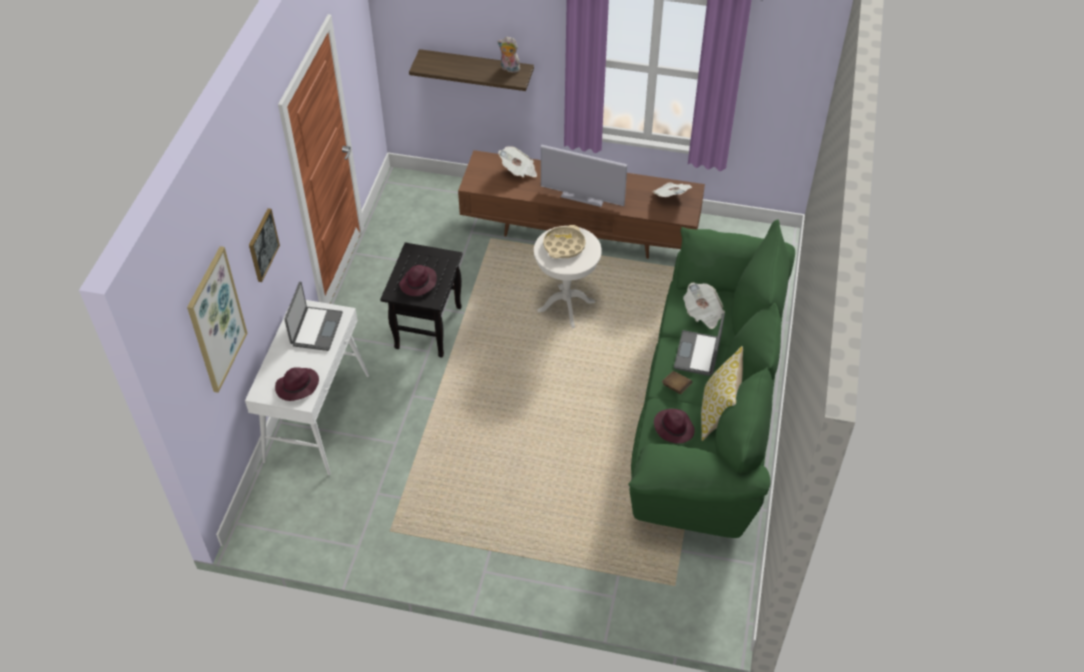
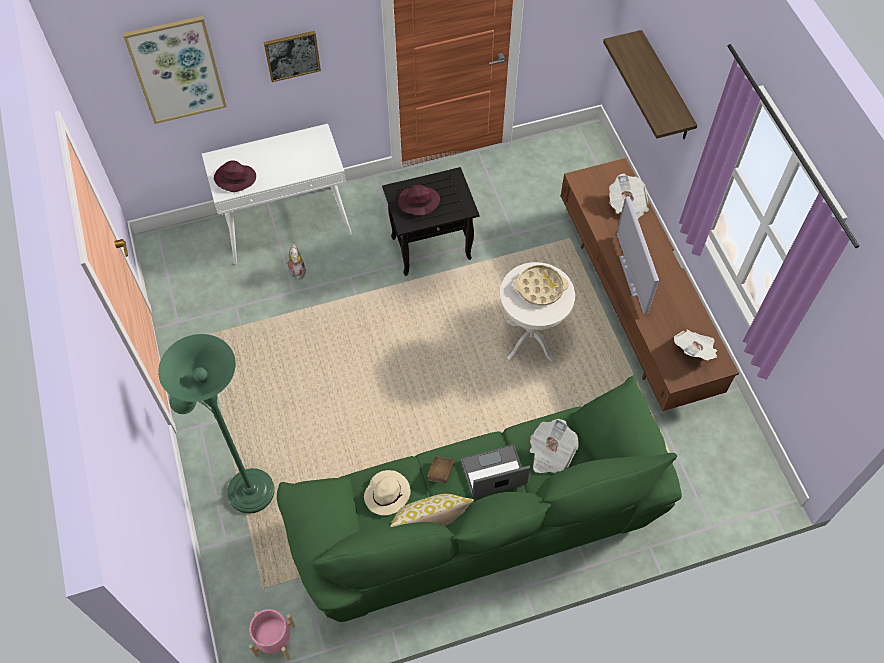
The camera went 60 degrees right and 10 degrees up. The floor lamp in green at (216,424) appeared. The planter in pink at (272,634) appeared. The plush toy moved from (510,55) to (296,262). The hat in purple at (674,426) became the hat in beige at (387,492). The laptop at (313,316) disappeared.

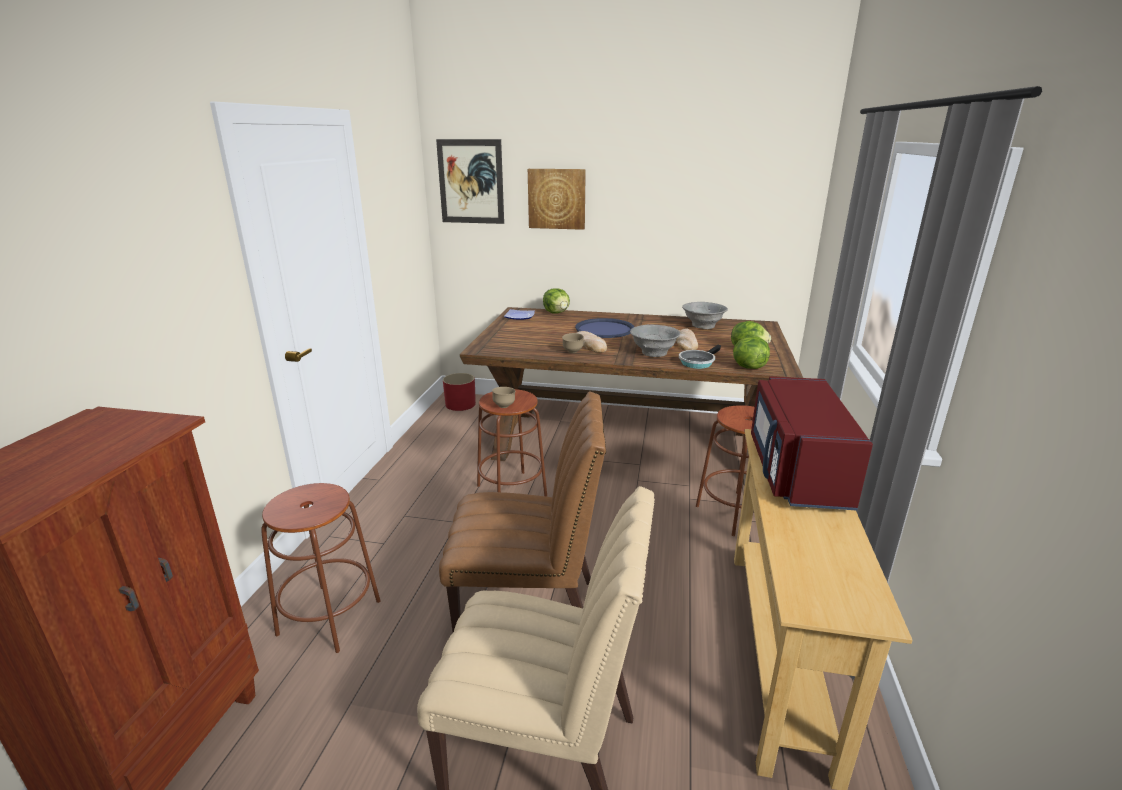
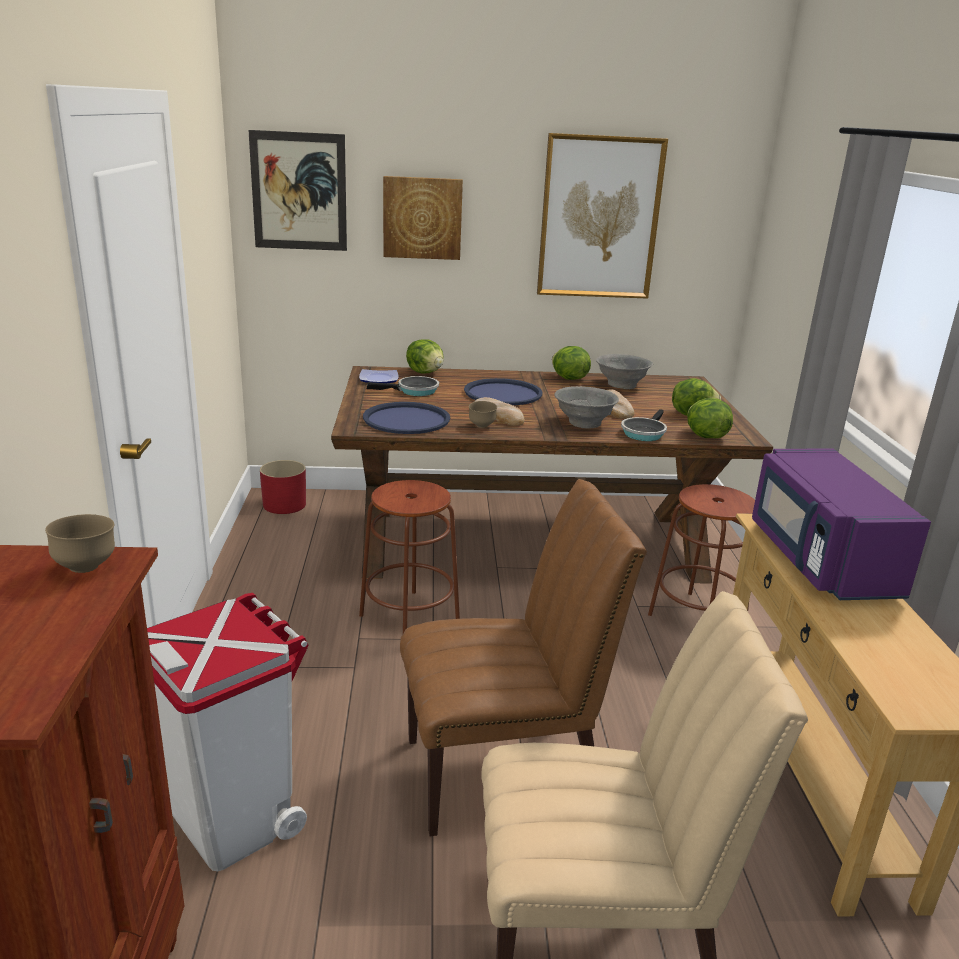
The camera went 15 degrees left and 0 degrees up. The bowl in brown moved from (503,397) to (80,543). The stool in brown at (320,568) was replaced by the trash can in white at (228,732). The tray in blue at (406,418) appeared. The frying pan at (403,386) appeared. The picture at (602,216) appeared. The lettuce at (571,363) appeared. The microwave in red at (812,444) became the microwave in purple at (841,524).

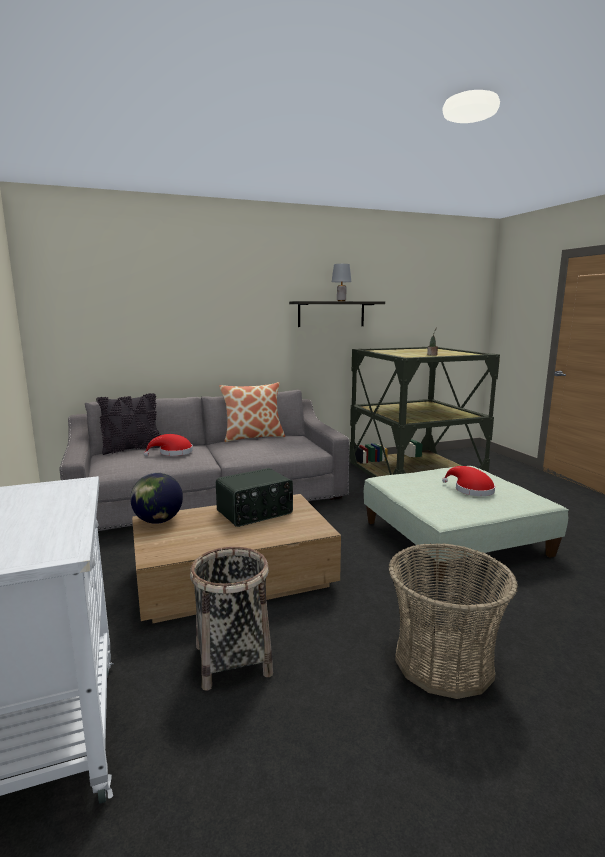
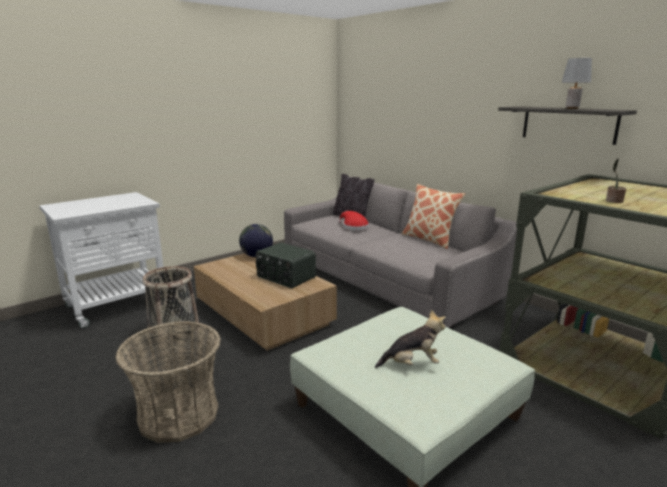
The camera went 70 degrees right and 5 degrees up. The hat in red at (468,481) was replaced by the plush toy at (410,338).

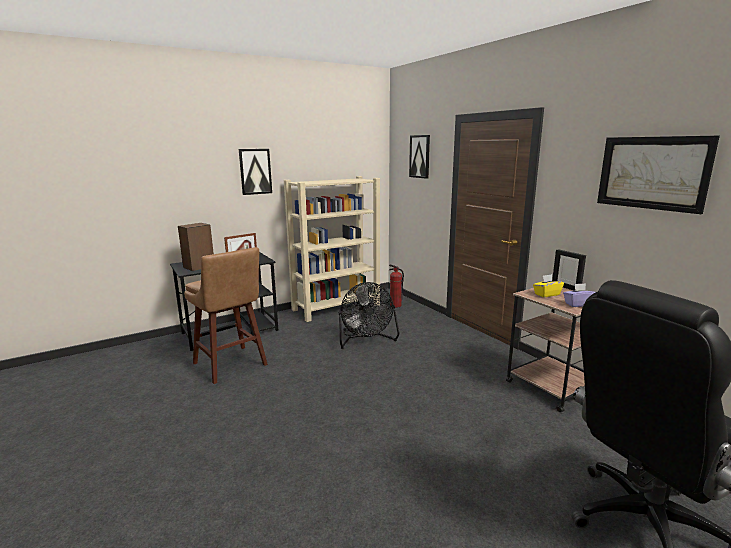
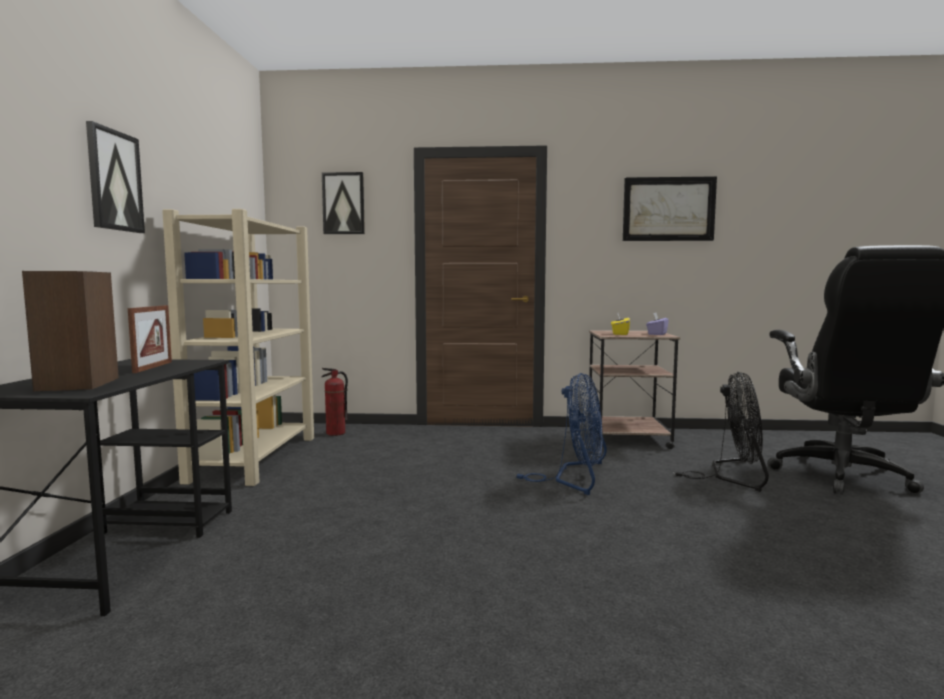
The camera went 55 degrees left and 10 degrees down. The fan in blue at (561,434) appeared. The fan in black moved from (368,315) to (721,432). The stool in brown at (226,315) disappeared. The picture frame at (569,270) disappeared.

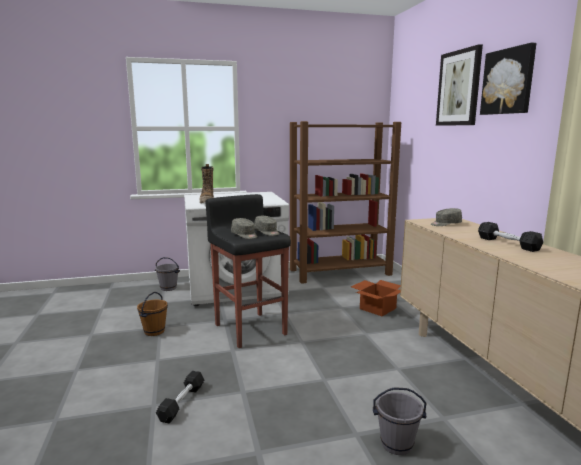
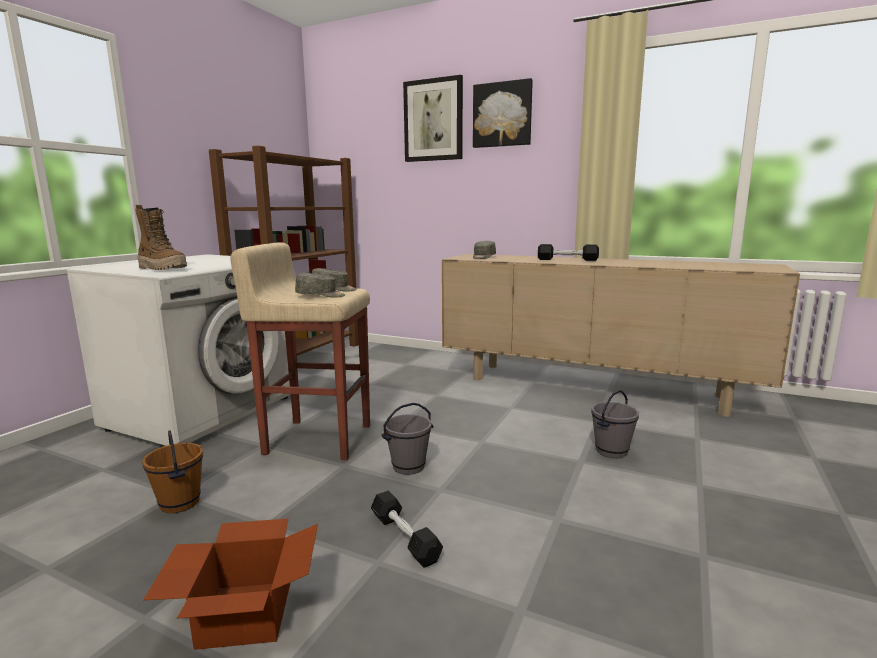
The camera went 50 degrees left and 0 degrees up. The cardboard box moved from (376,298) to (230,584). The stool in black at (248,271) became the stool in beige at (300,351). The bucket in grey moved from (167,274) to (407,439).

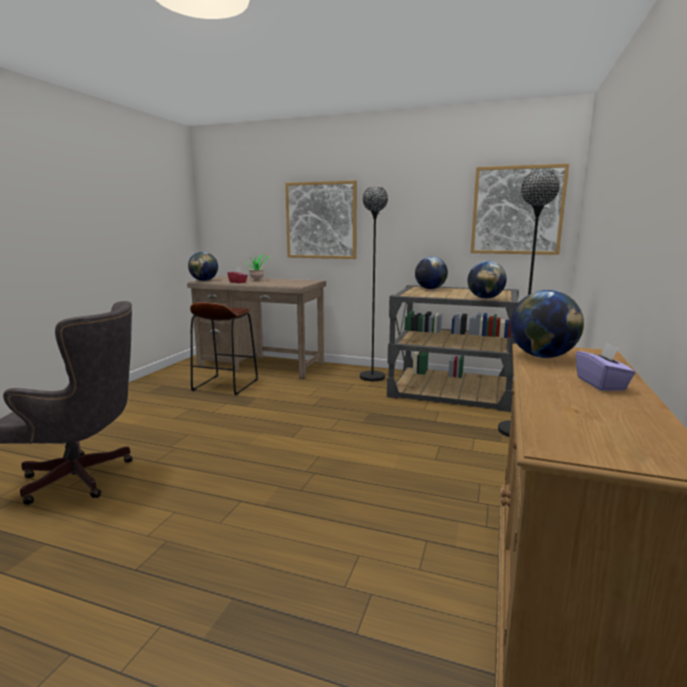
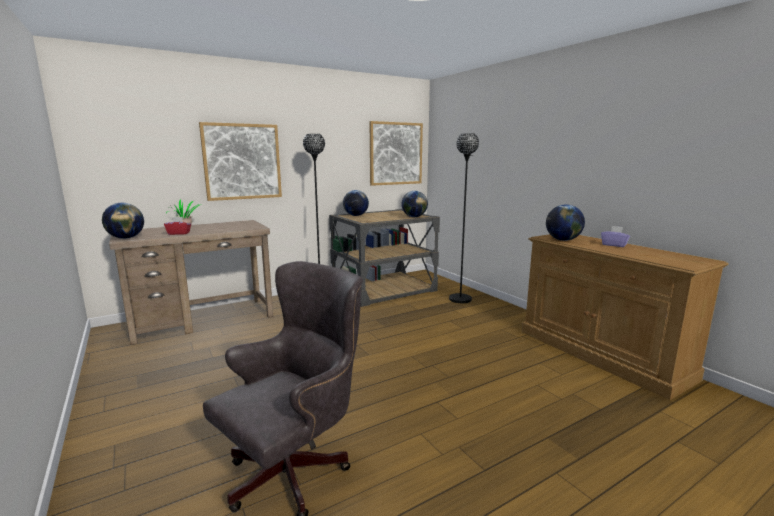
The camera went 50 degrees left and 0 degrees up. The stool in brown at (224,348) disappeared.

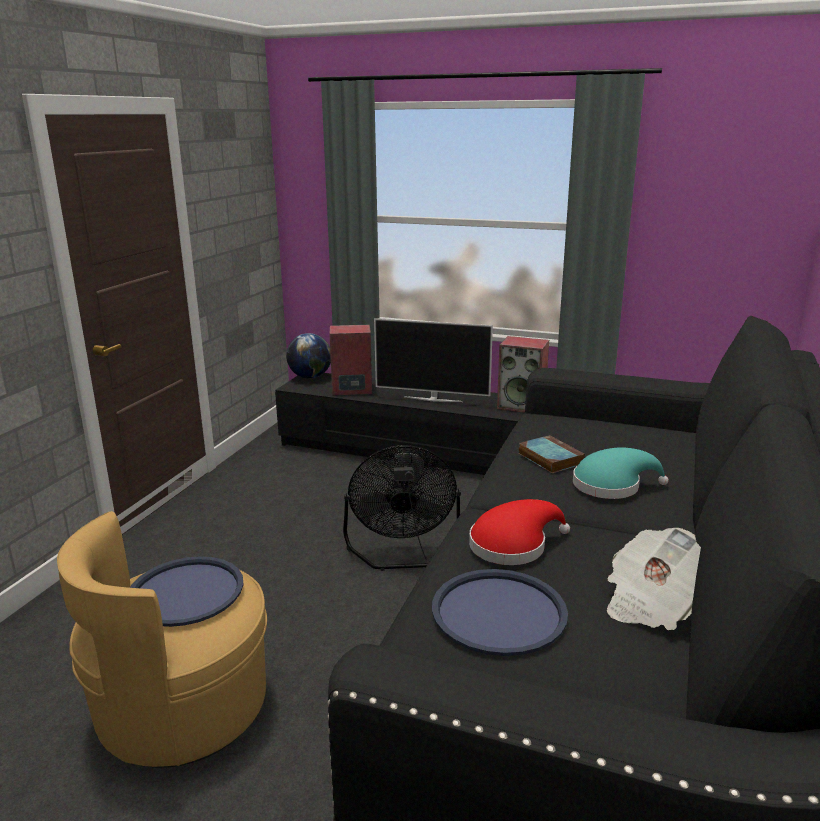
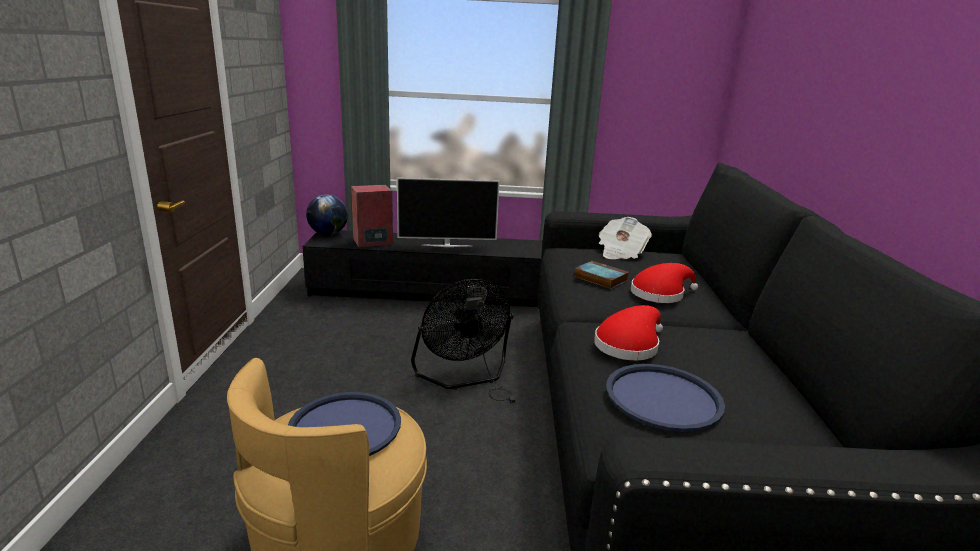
The camera went 20 degrees left and 0 degrees up. The newspaper moved from (654,579) to (625,238). The hat in turquoise at (621,473) became the hat in red at (664,283). The speaker at (523,374) disappeared.

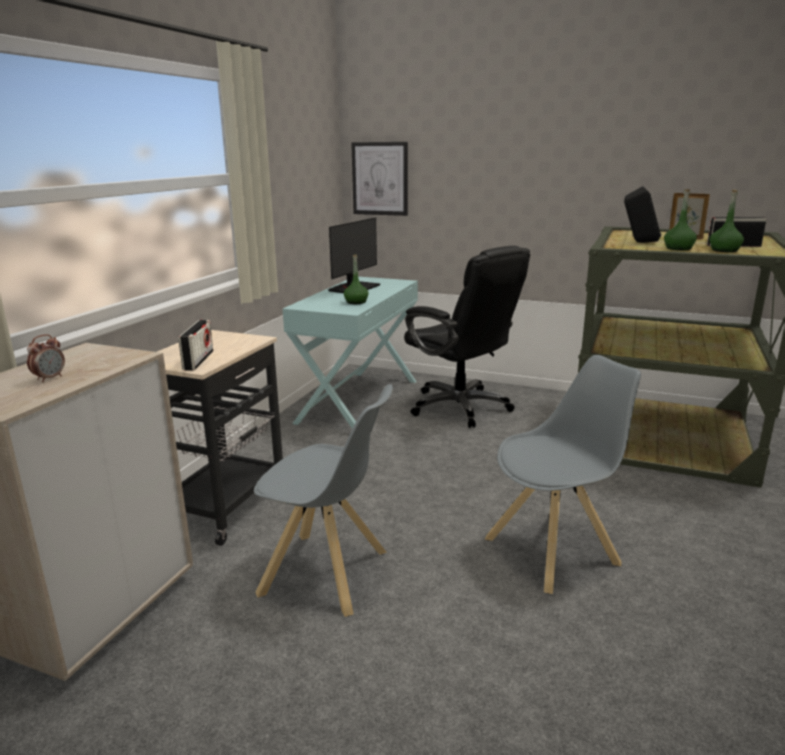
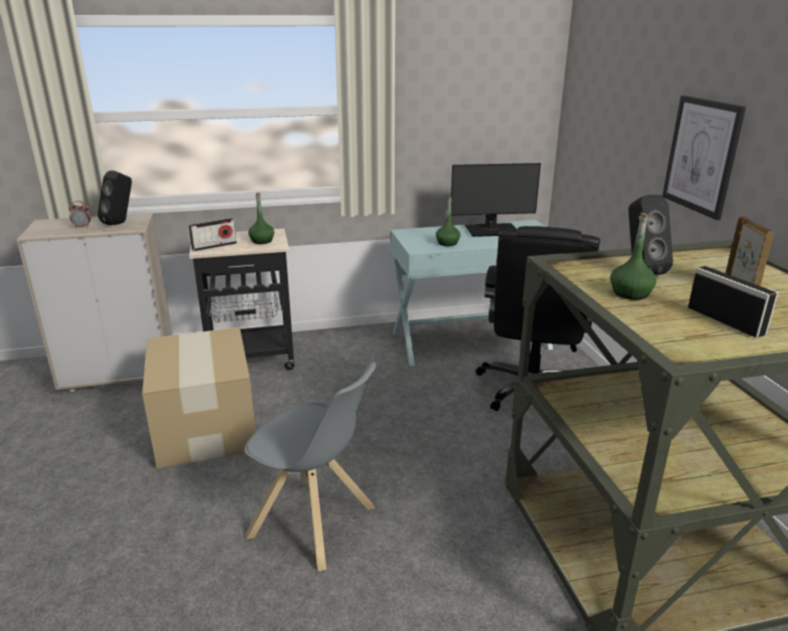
The camera went 55 degrees right and 5 degrees up. The speaker in black at (115,197) appeared. The chair in grey at (323,500) was replaced by the cardboard box at (199,397). The bottle in green moved from (726,221) to (261,218). The picture moved from (379,179) to (704,158).

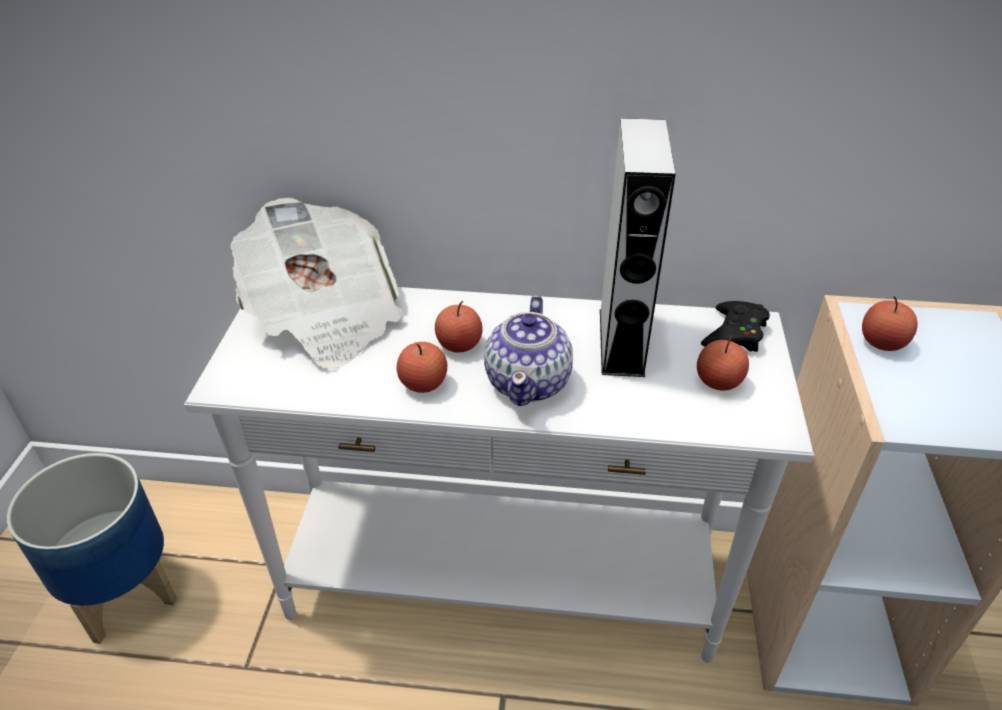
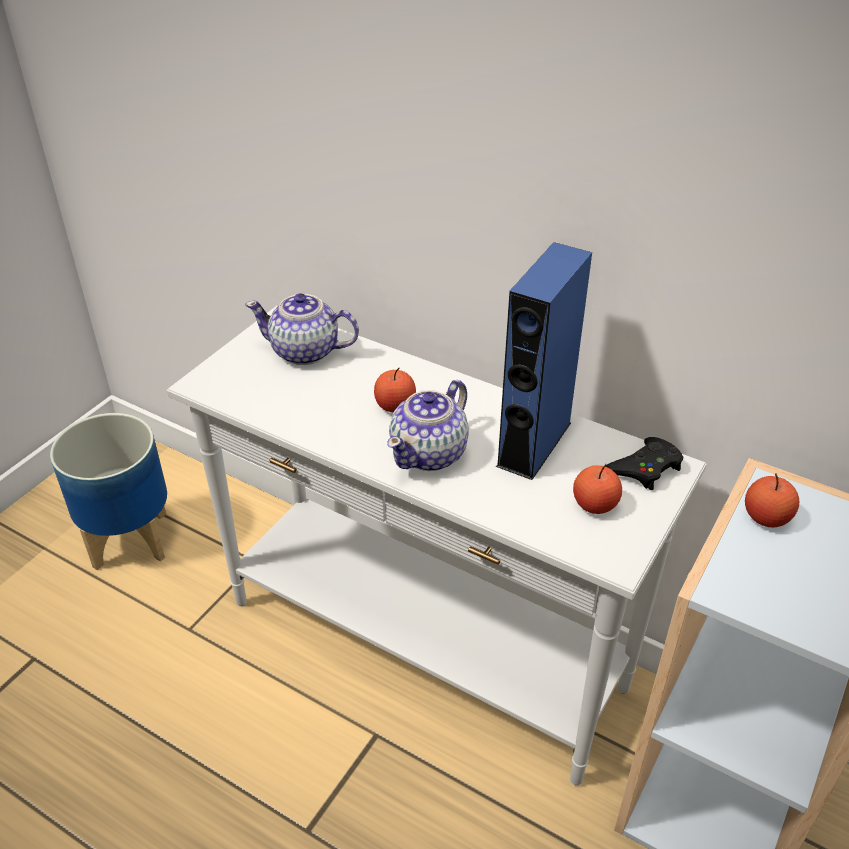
The camera went 25 degrees right and 0 degrees up. The newspaper at (316,283) was replaced by the teapot at (302,329). The speaker in grey at (638,247) became the speaker in blue at (544,361). The apple at (422,367) disappeared.

